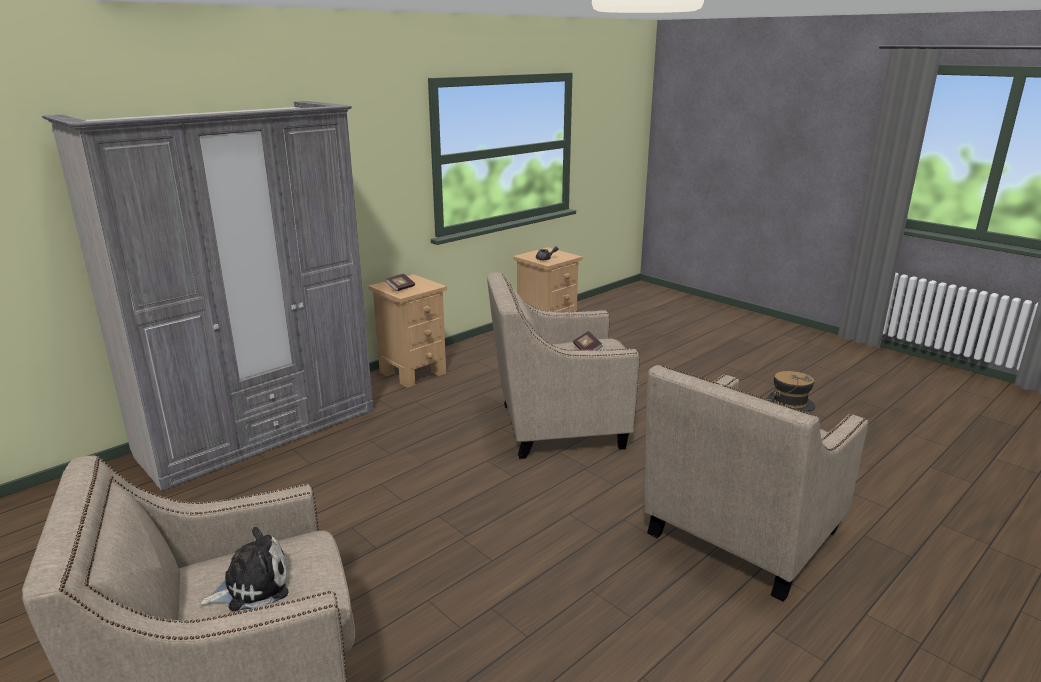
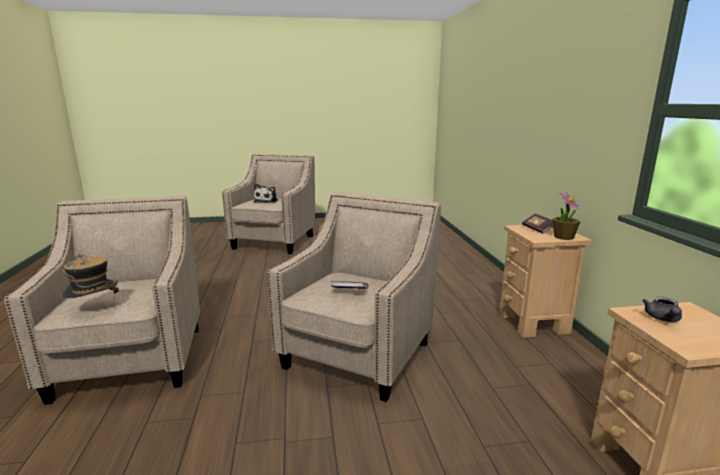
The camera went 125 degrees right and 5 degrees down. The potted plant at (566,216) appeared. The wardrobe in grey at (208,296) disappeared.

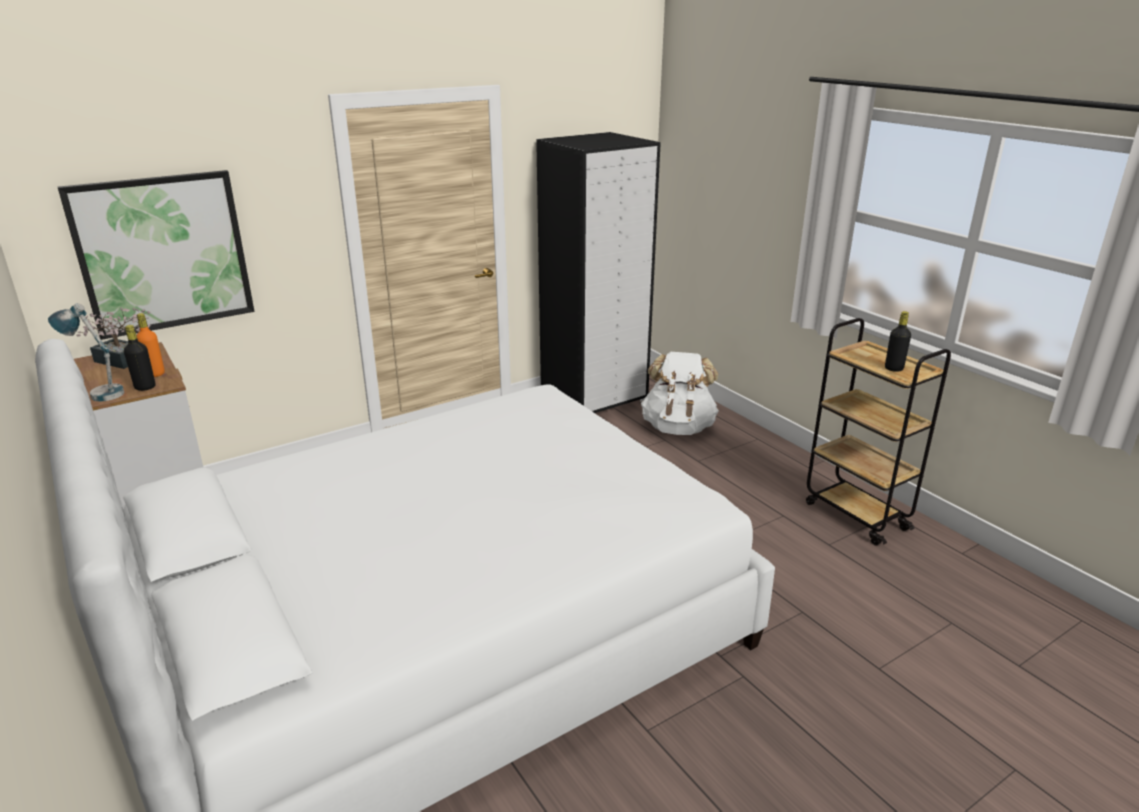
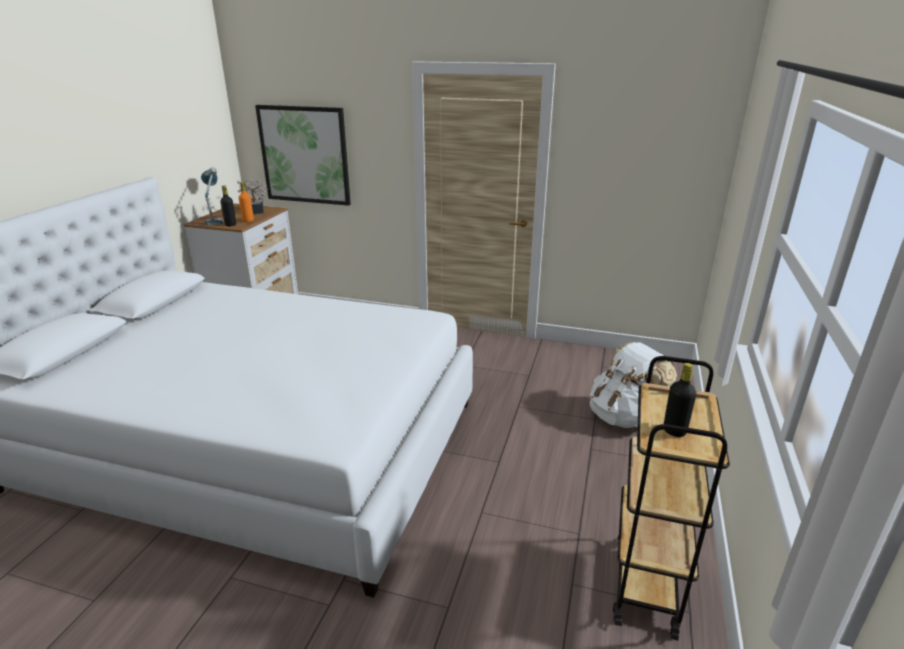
The camera went 50 degrees right and 0 degrees up. The wardrobe at (598,272) disappeared.

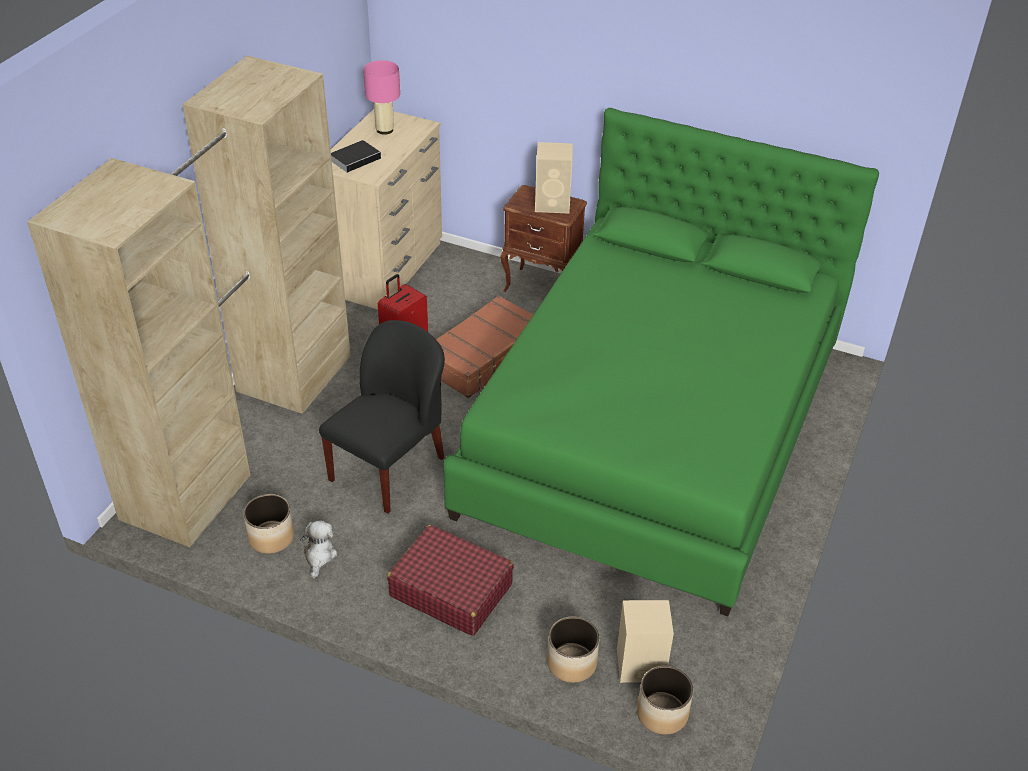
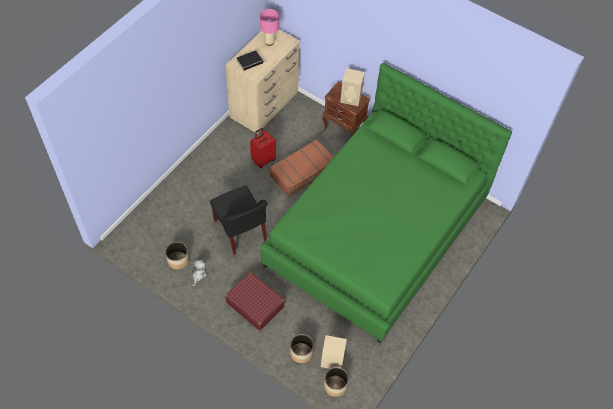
The camera went 10 degrees right and 15 degrees up. The chair in black at (382,417) turned 105 degrees clockwise. The wardrobe in beige at (189,301) disappeared.

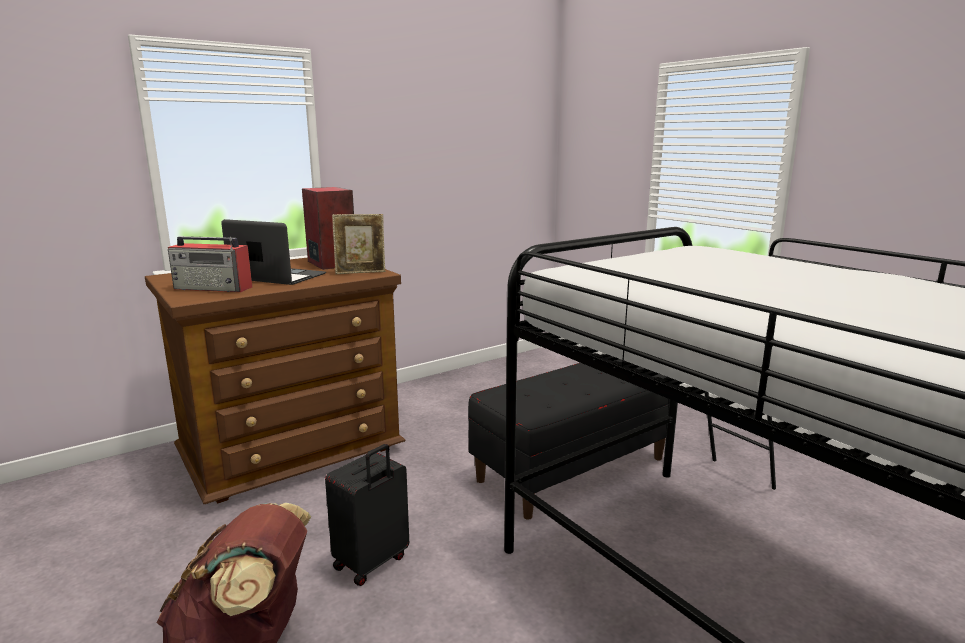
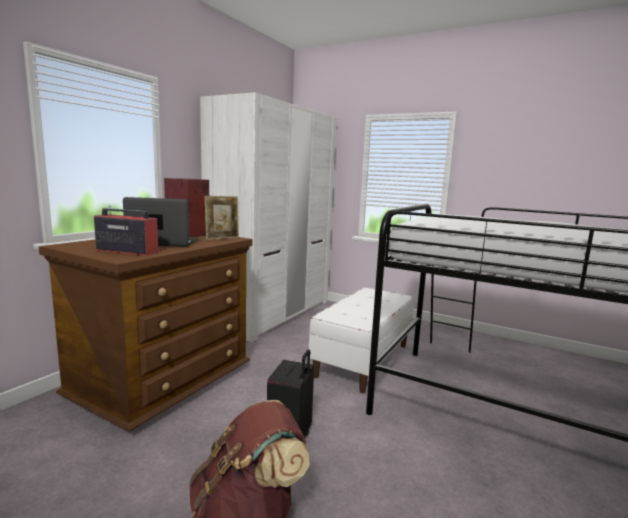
The camera went 25 degrees left and 5 degrees down. The radio at (210,264) turned 150 degrees counterclockwise. The wardrobe in white at (268,217) appeared. The bench in black at (569,439) became the bench in white at (361,340).

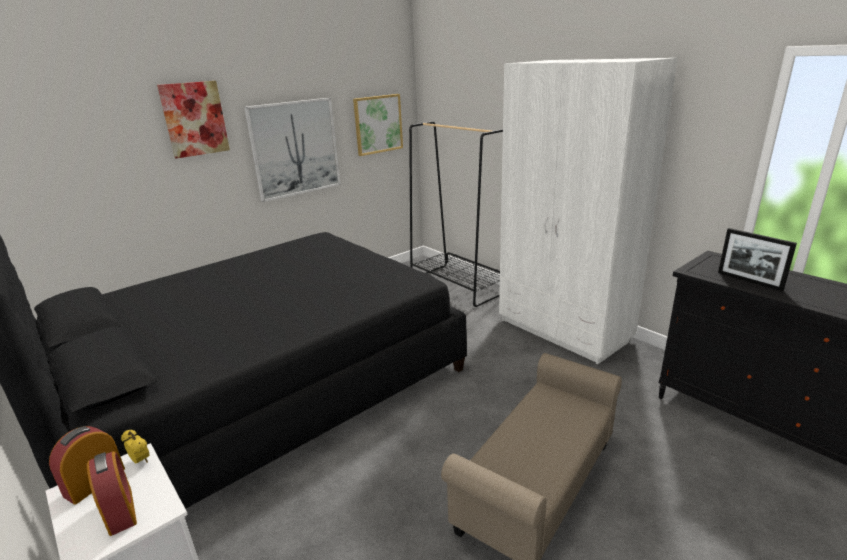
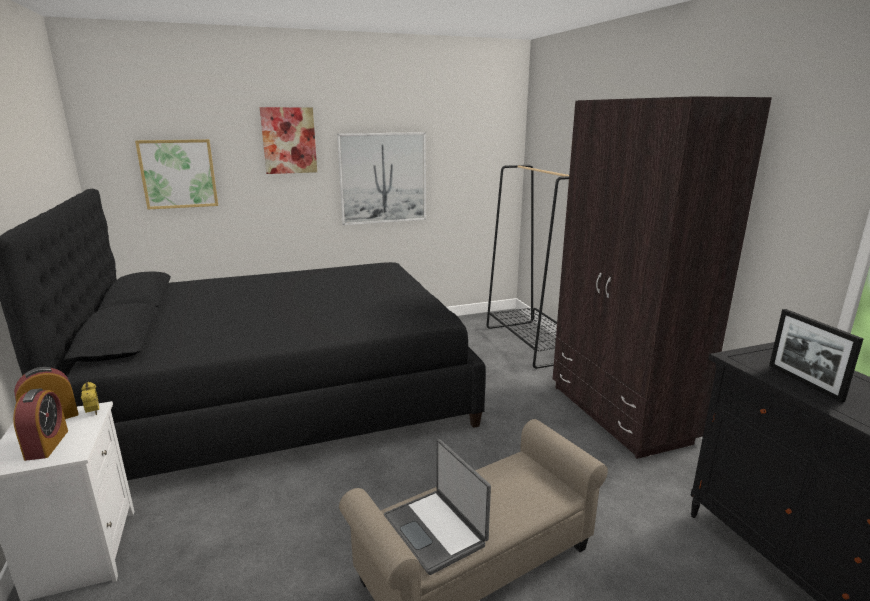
The camera went 20 degrees right and 5 degrees down. The picture moved from (378,125) to (176,174). The laptop at (437,507) appeared. The wardrobe in white at (588,211) became the wardrobe in brown at (662,277).

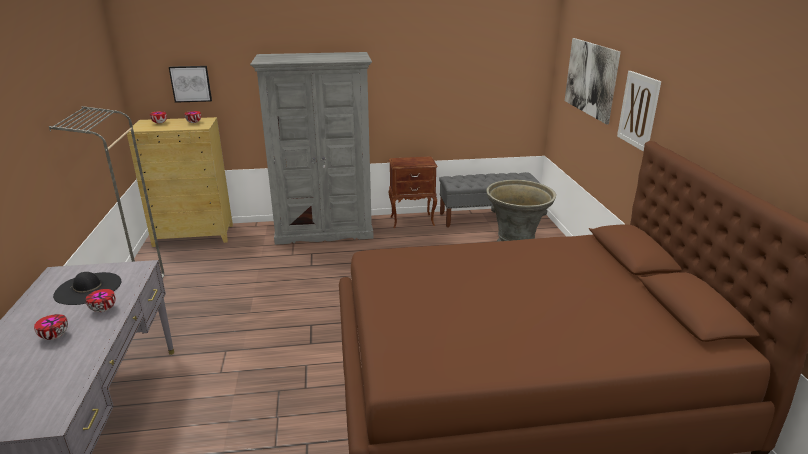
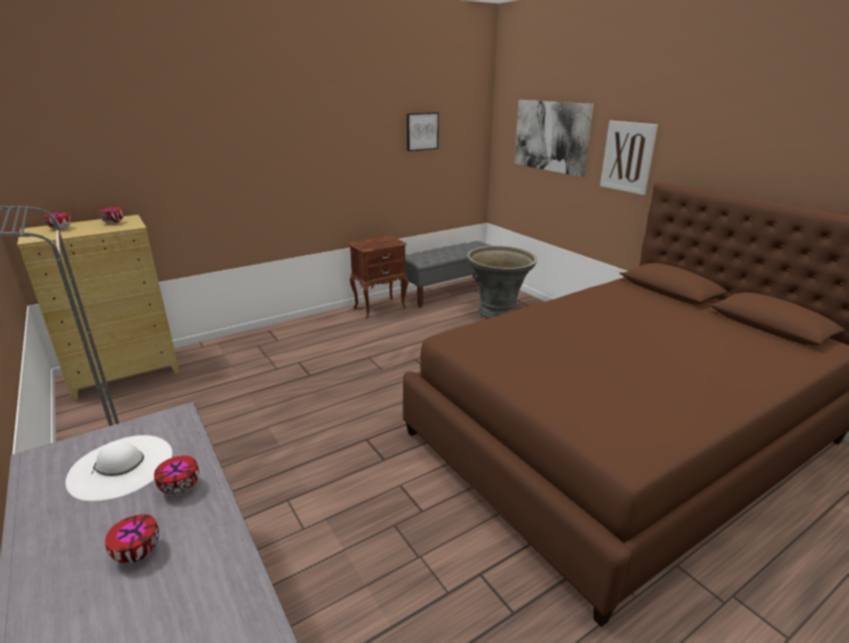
The camera went 25 degrees left and 0 degrees up. The hat in black at (87,288) became the hat in white at (119,468). The picture moved from (190,84) to (423,131). The wardrobe in grey at (312,148) disappeared.

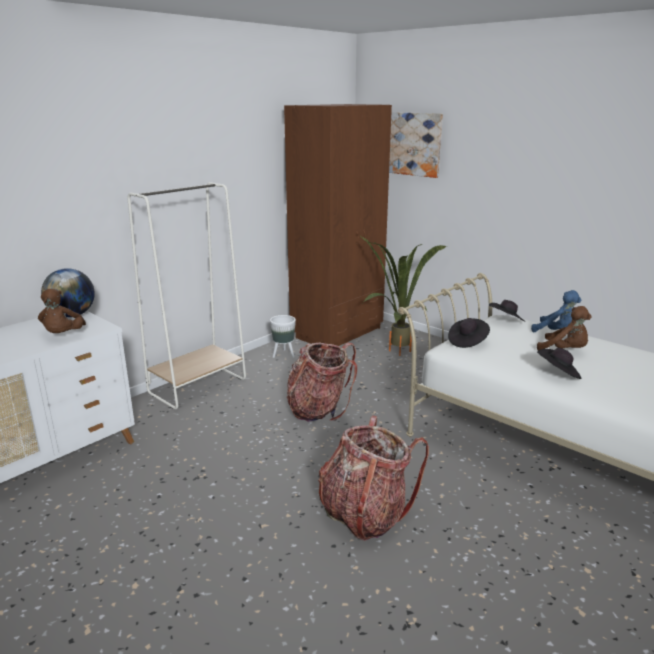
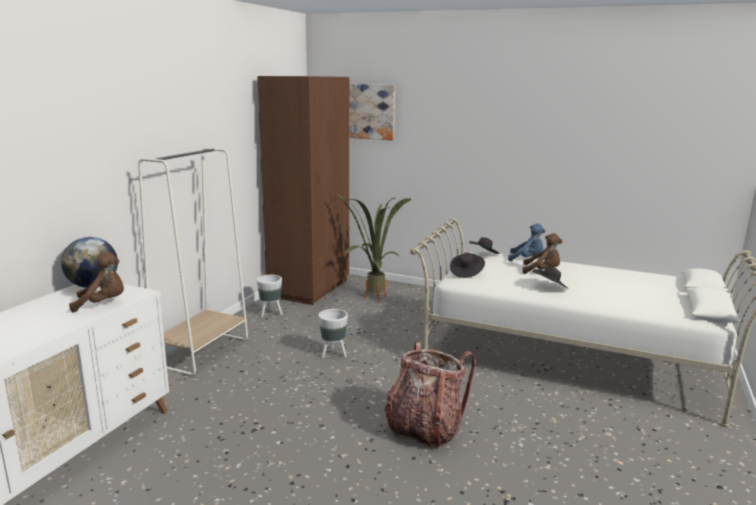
The camera went 20 degrees left and 5 degrees down. The plush toy in brown at (62,311) turned 75 degrees counterclockwise. The backpack at (322,382) was replaced by the planter in white at (333,334).

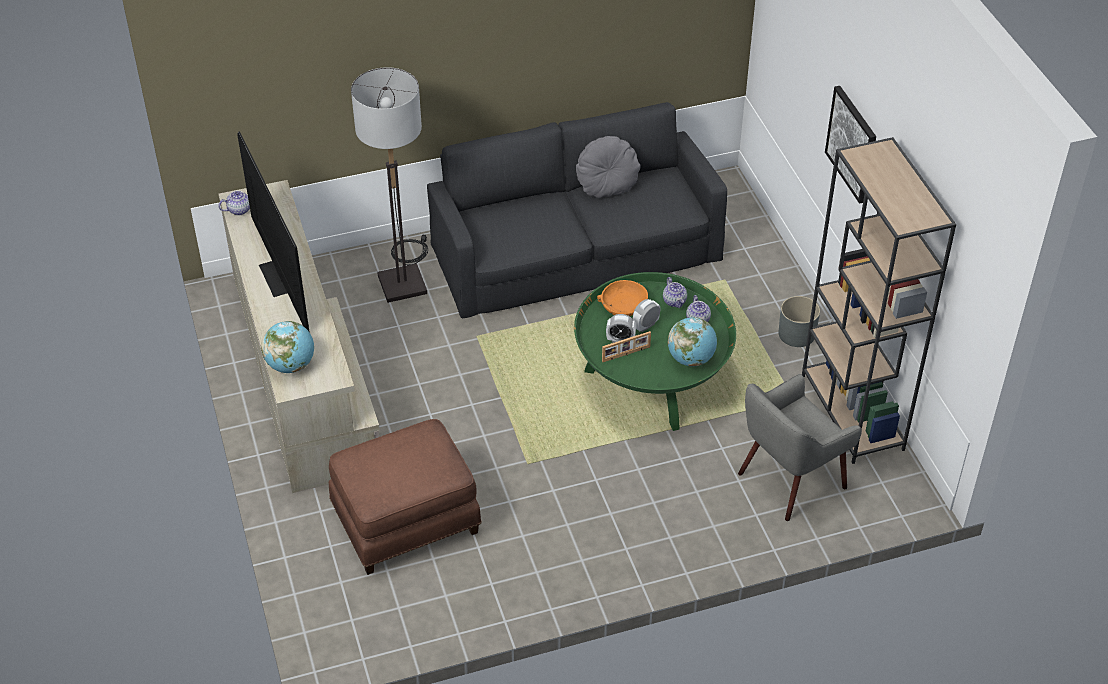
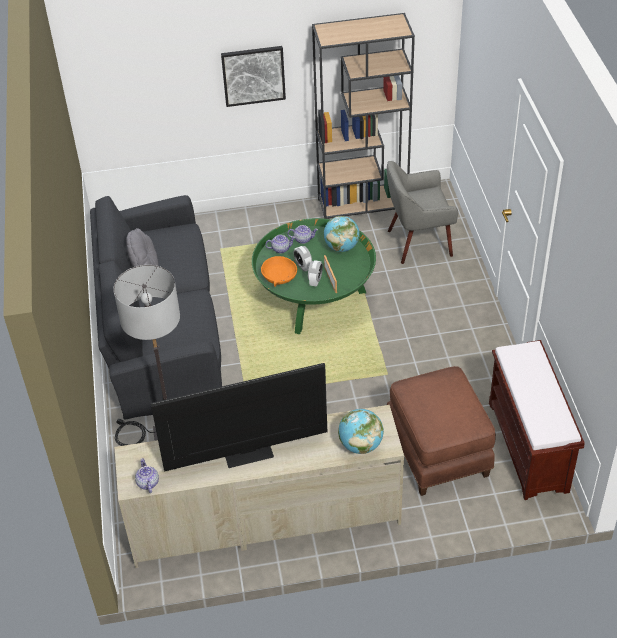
The camera went 80 degrees left and 0 degrees up. The armchair in grey at (800,447) turned 105 degrees clockwise. The bench in brown at (537,420) appeared. The planter in grey at (799,321) disappeared.

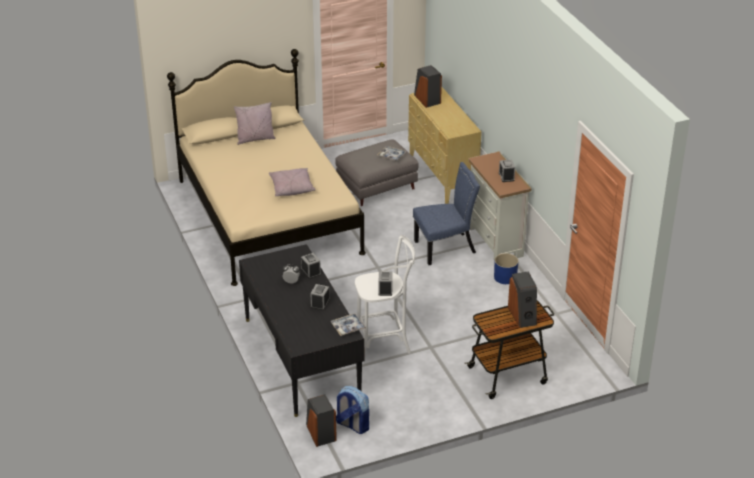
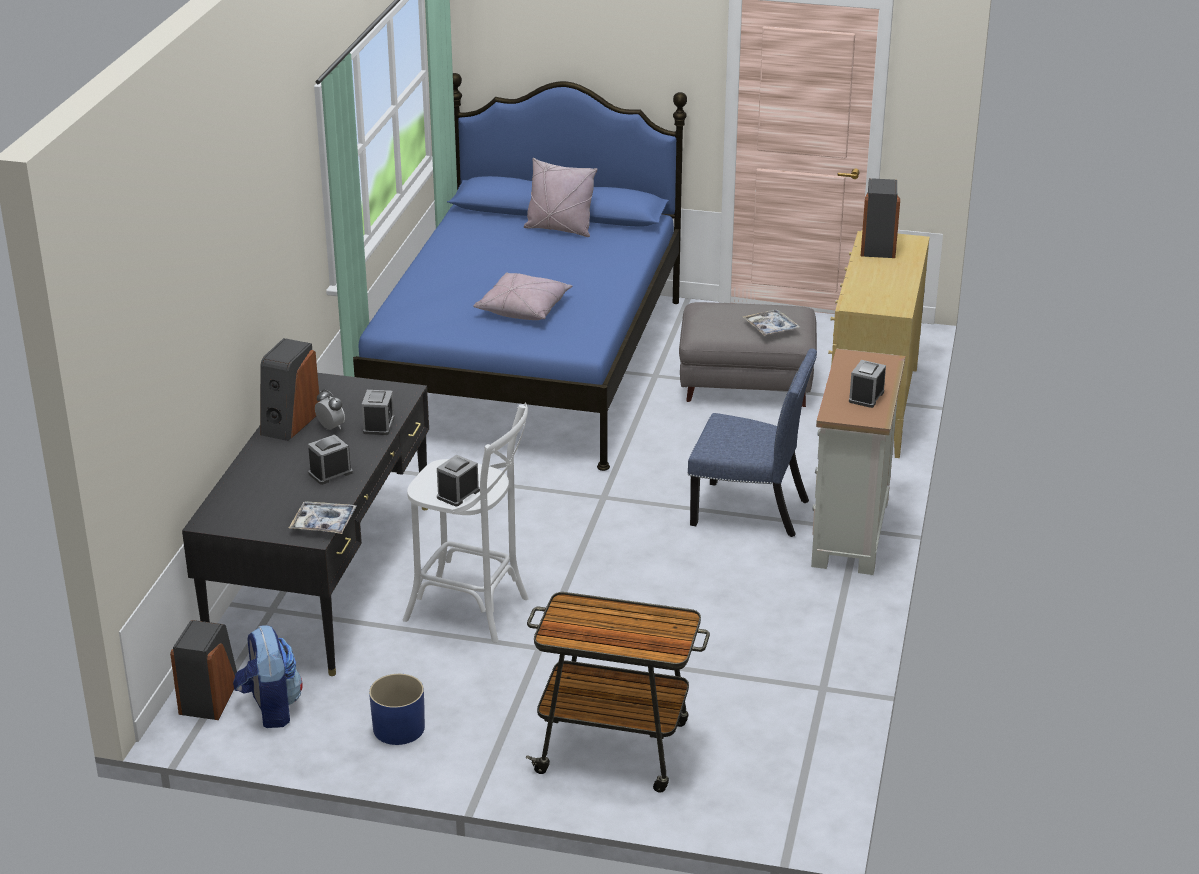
The camera went 35 degrees right and 5 degrees down. The speaker moved from (522,299) to (290,389). The bed in beige at (266,167) became the bed in blue at (520,272). The planter in blue moved from (506,268) to (397,709).

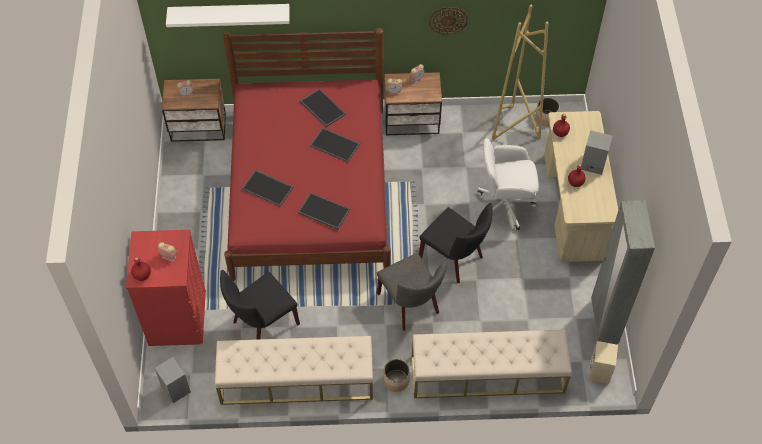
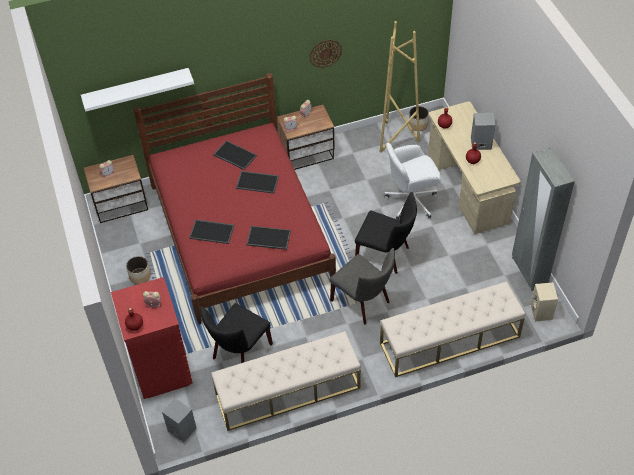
The camera went 15 degrees left and 5 degrees down. The planter moved from (396,375) to (138,270).

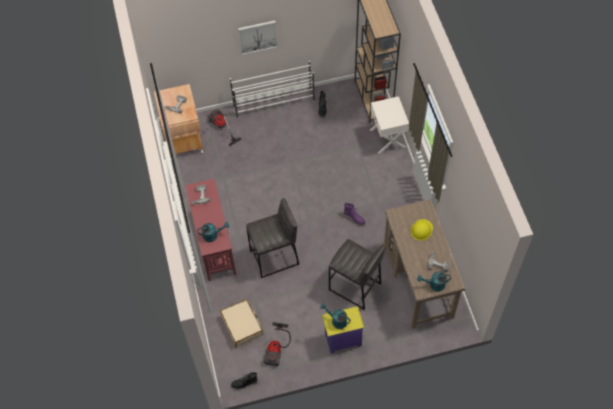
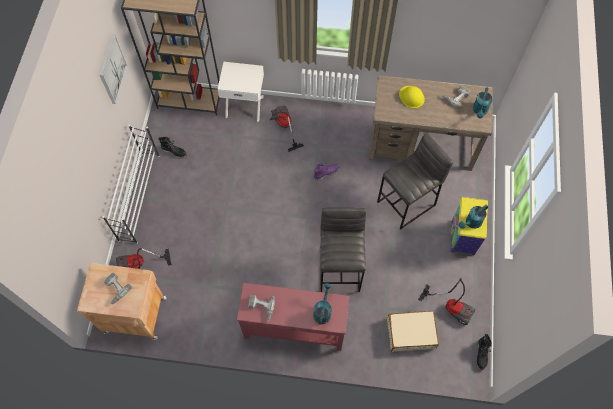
The camera went 70 degrees left and 5 degrees up. The picture moved from (258,37) to (114,69). The vacuum cleaner at (286,129) appeared.

